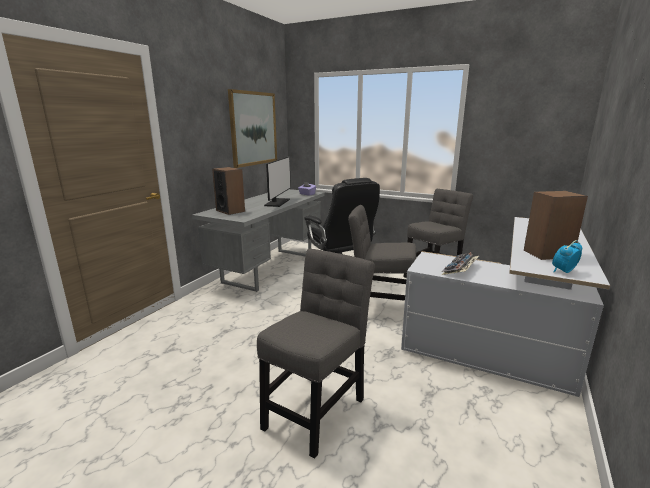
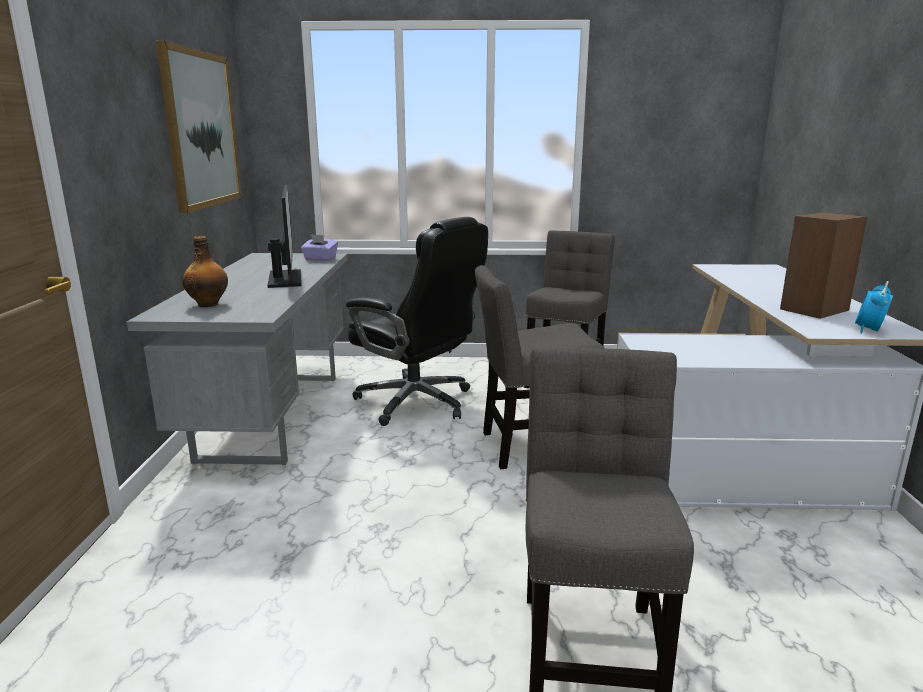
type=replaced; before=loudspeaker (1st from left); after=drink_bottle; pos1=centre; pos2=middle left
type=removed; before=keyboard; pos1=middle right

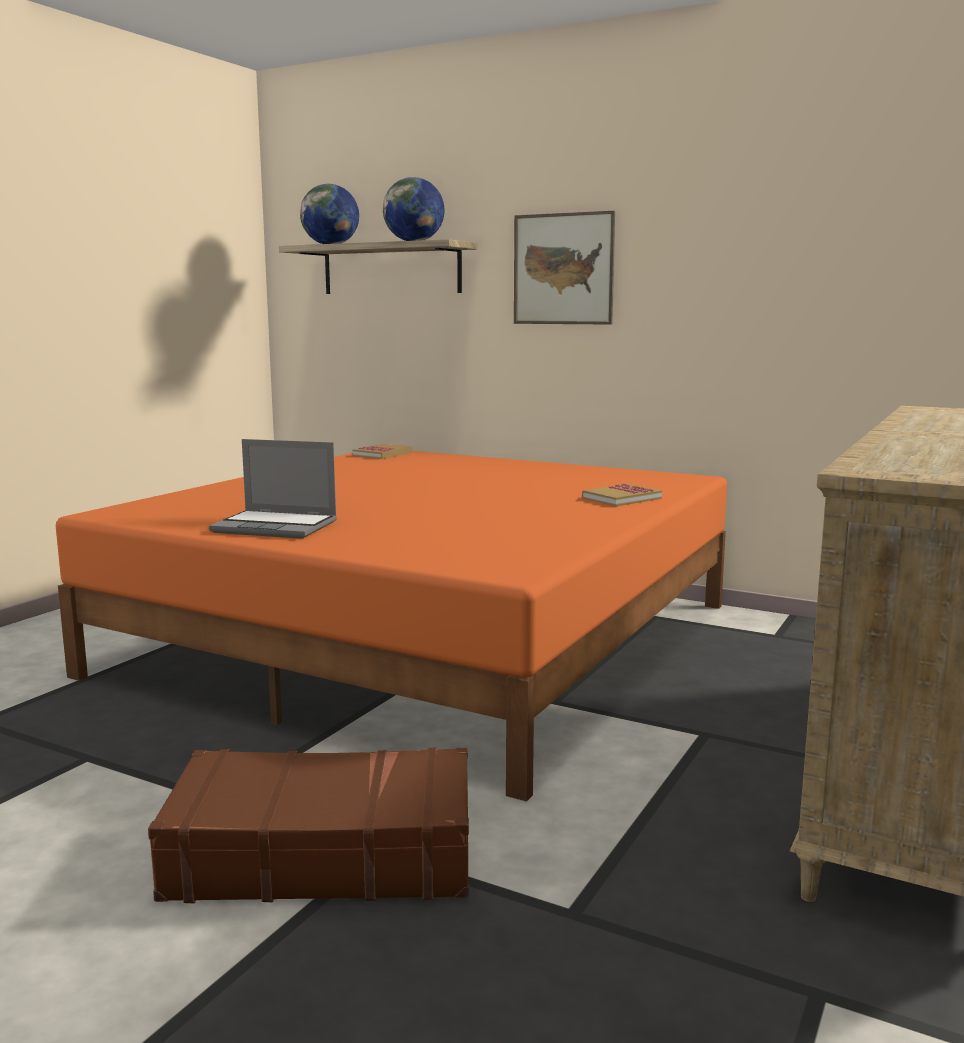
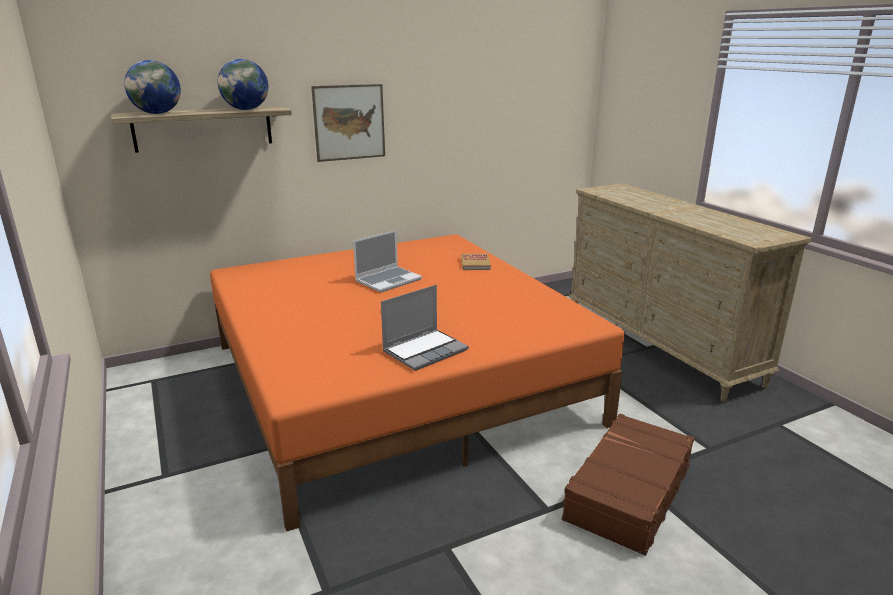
type=added; after=notebook_computer (1st from left); pos2=centre
type=removed; before=bound_book (1st from left); pos1=centre

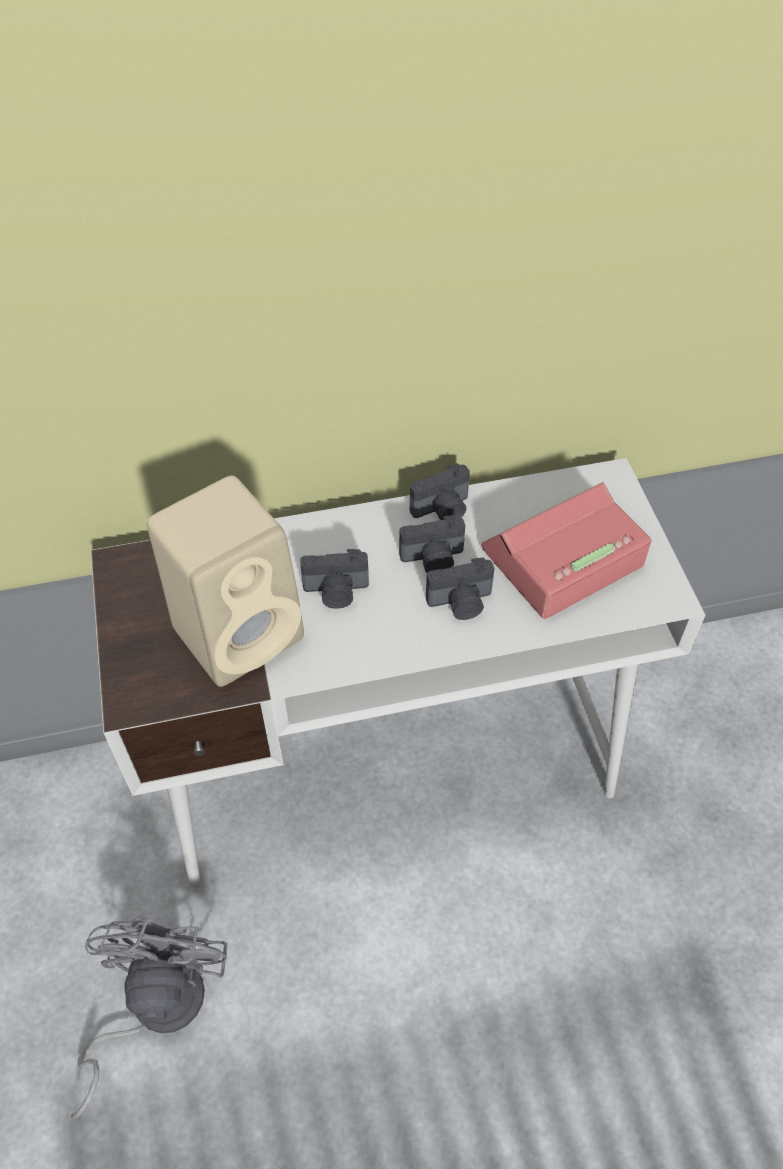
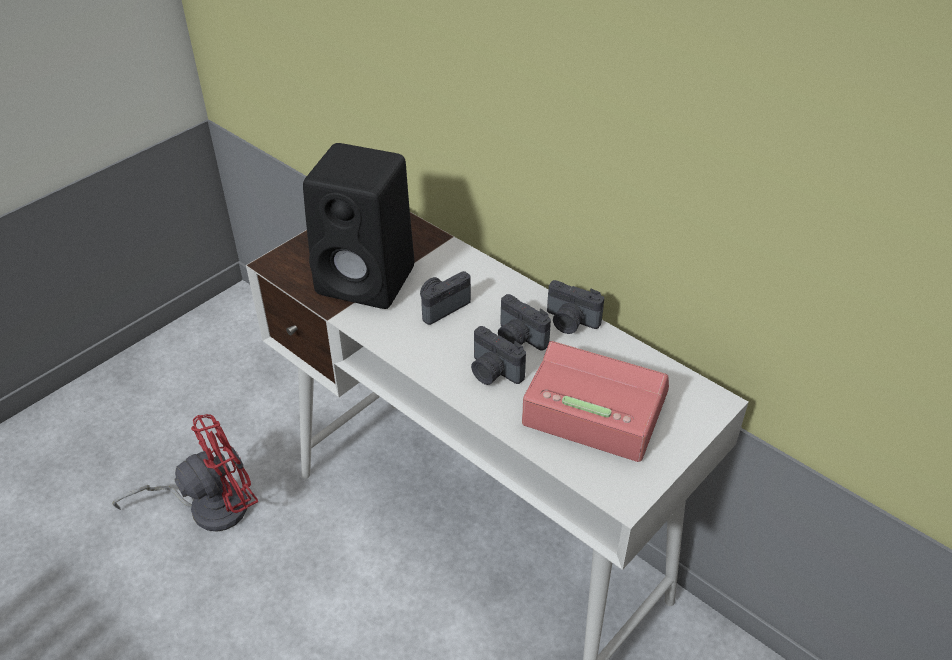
type=recoloured; before=grey_fan; after=reddish_fan; pos1=bottom left; pos2=bottom left
type=recoloured; before=beige-coloured_loudspeaker; after=black_loudspeaker; pos1=middle left; pos2=centre
type=turned; before=photo_camera (1st from left); pos1=centre; pos2=centre; turn=90

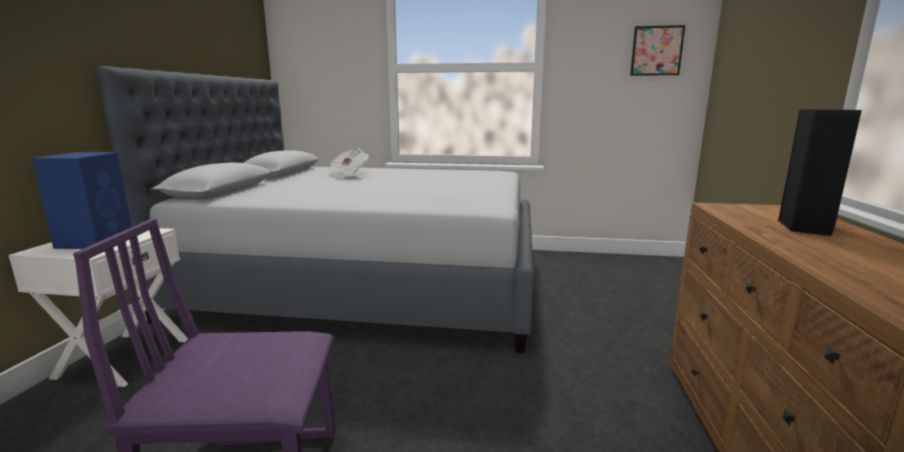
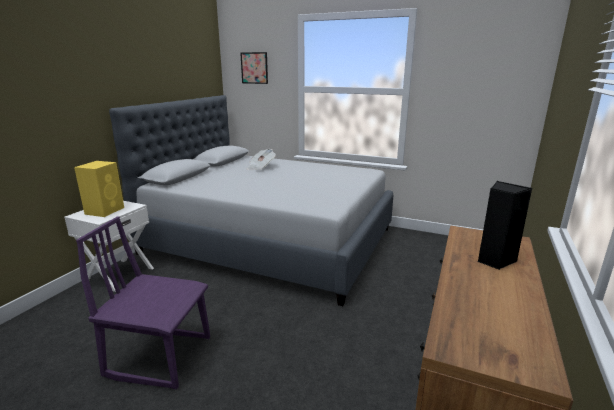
type=recoloured; before=blue-coloured_loudspeaker; after=yellow-coloured_loudspeaker; pos1=middle left; pos2=middle left
type=moved; before=picture; pos1=top right; pos2=top centre

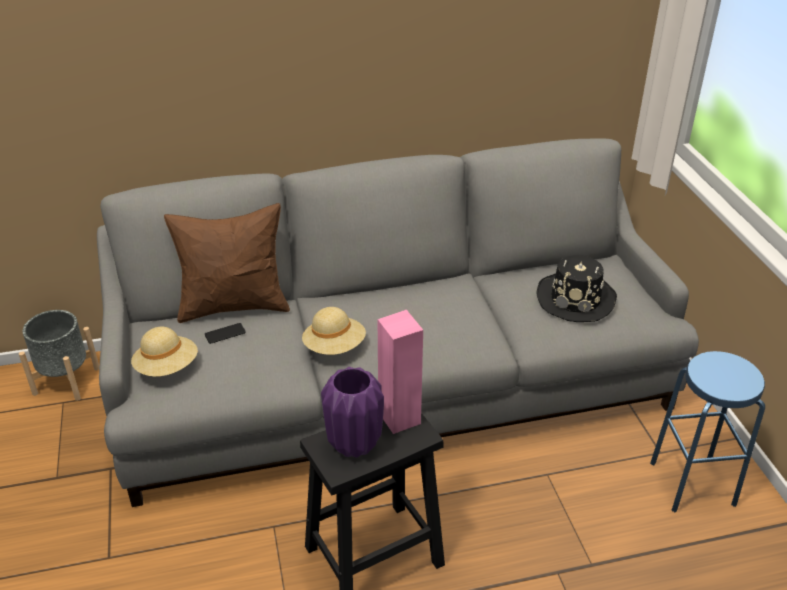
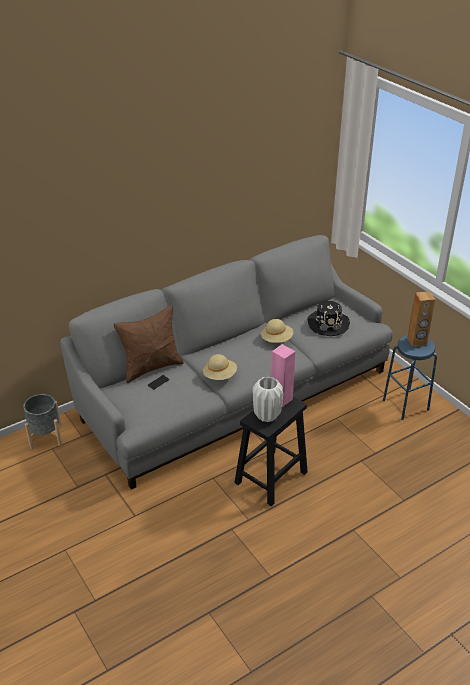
type=recoloured; before=purplish_vase; after=whitish_vase; pos1=bottom centre; pos2=centre
type=moved; before=beige-coloured_hat (1st from left in the first image); after=beige-coloured_hat (2nd from left); pos1=middle left; pos2=centre
type=added; after=brownish_loudspeaker; pos2=middle right

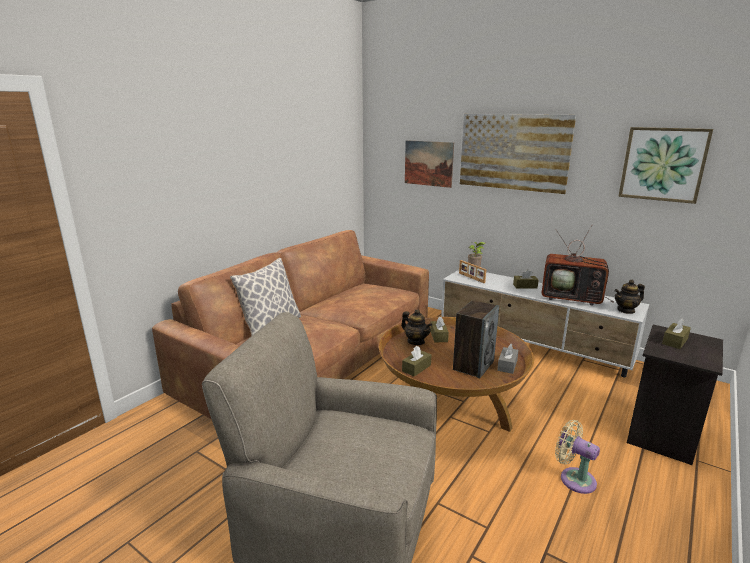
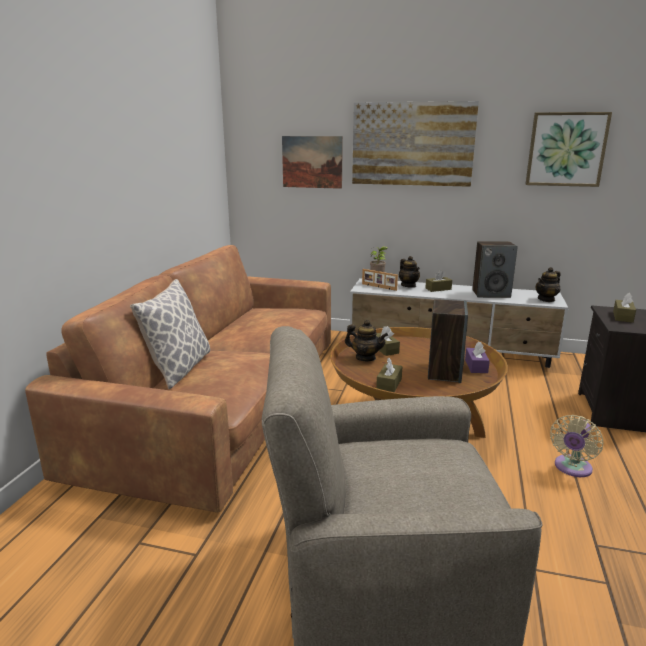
type=added; after=tea_pot (2nd from left); pos2=centre
type=recoloured; before=grey_tissue_holder; after=purplish_tissue_holder; pos1=middle right; pos2=middle right
type=replaced; before=TV_set; after=loudspeaker (2nd from left); pos1=middle right; pos2=middle right
type=turned; before=beige-coloured_fan; pos1=bottom right; pos2=bottom right; turn=-75

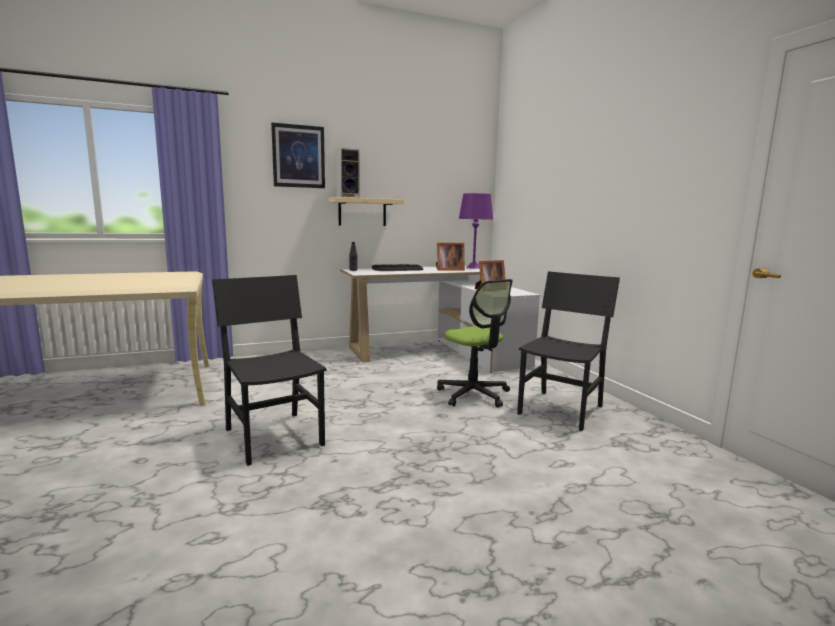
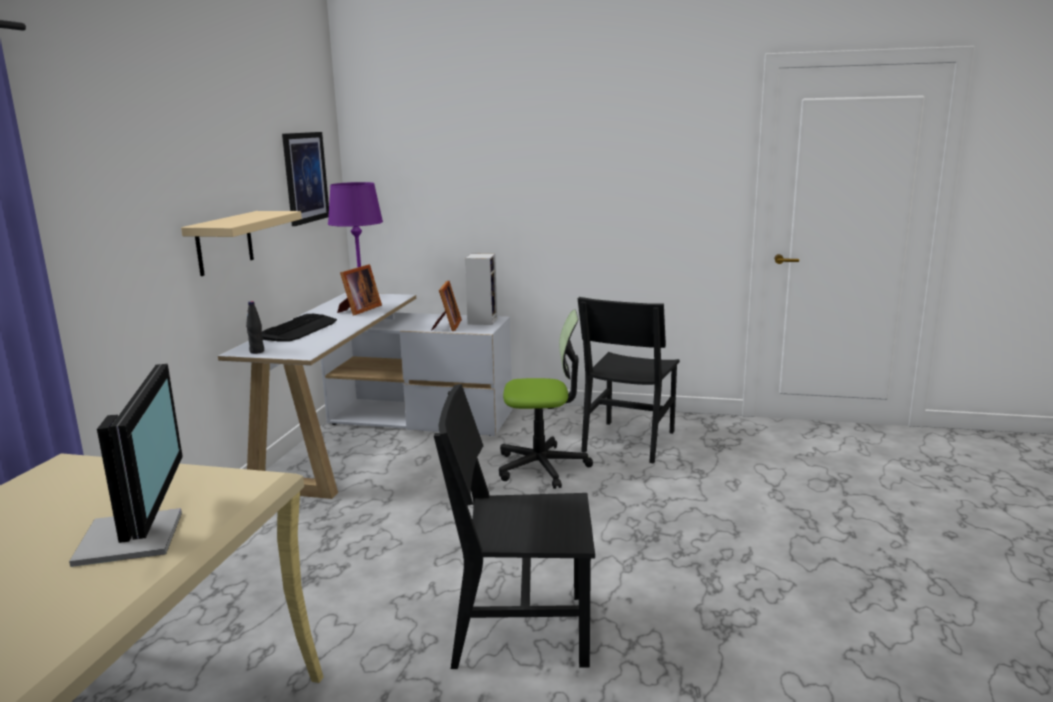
type=added; after=computer_display; pos2=middle left
type=moved; before=picture; pos1=top centre; pos2=top left
type=moved; before=loudspeaker; pos1=top centre; pos2=centre
type=turned; before=black_plain_chair (2nd from left); pos1=middle right; pos2=centre; turn=-135

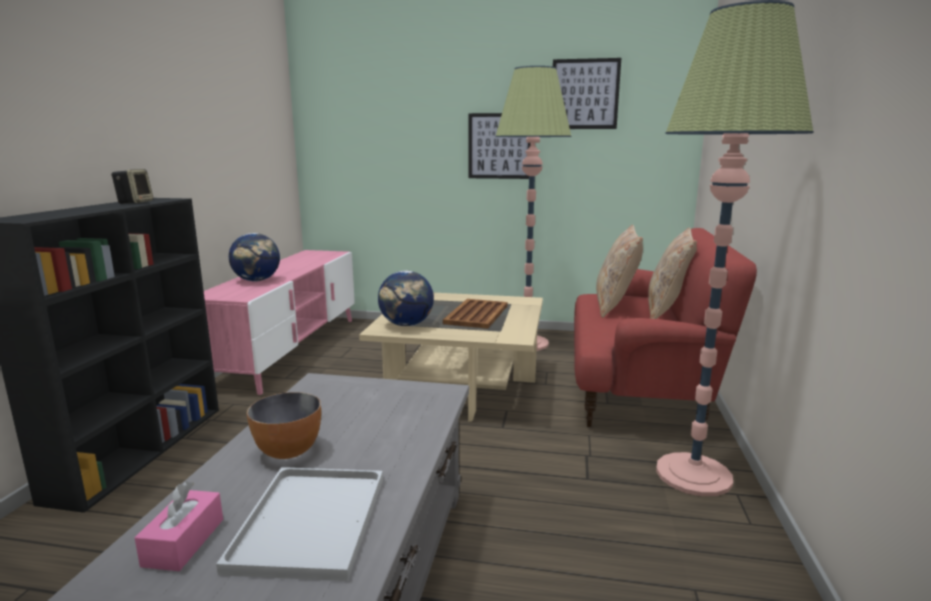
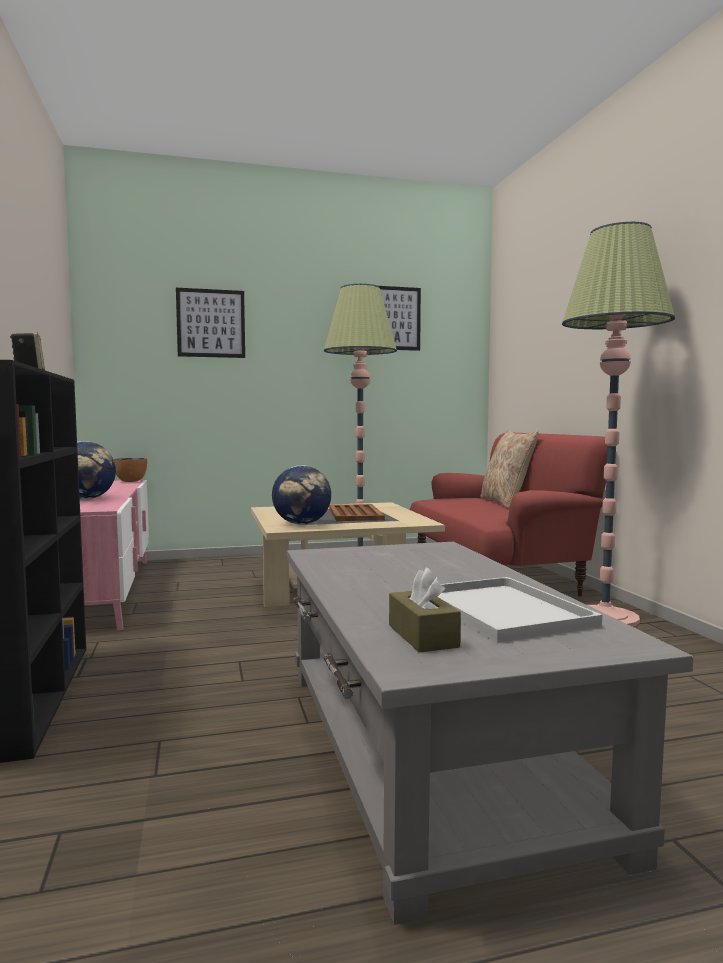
type=moved; before=serving_bowl; pos1=bottom left; pos2=middle left
type=moved; before=picture (1st from left); pos1=top centre; pos2=middle left
type=recoloured; before=pinkish_tissue_holder; after=brownish_tissue_holder; pos1=bottom left; pos2=centre
type=removed; before=beige-coloured_pillow (1st from left); pos1=centre

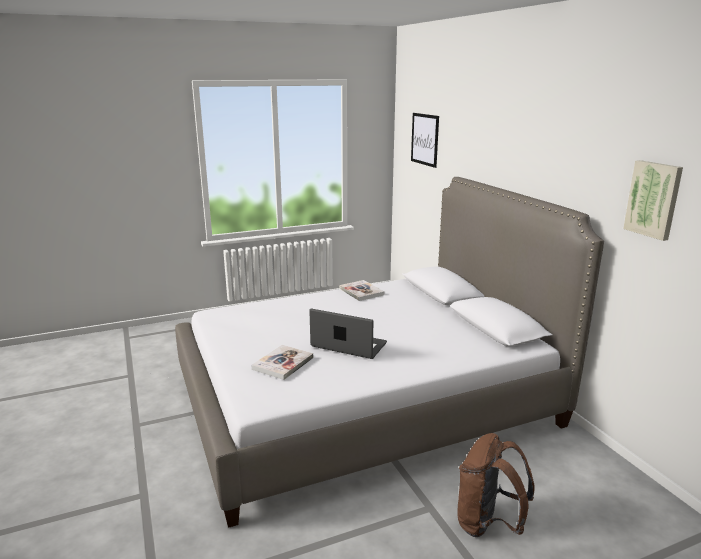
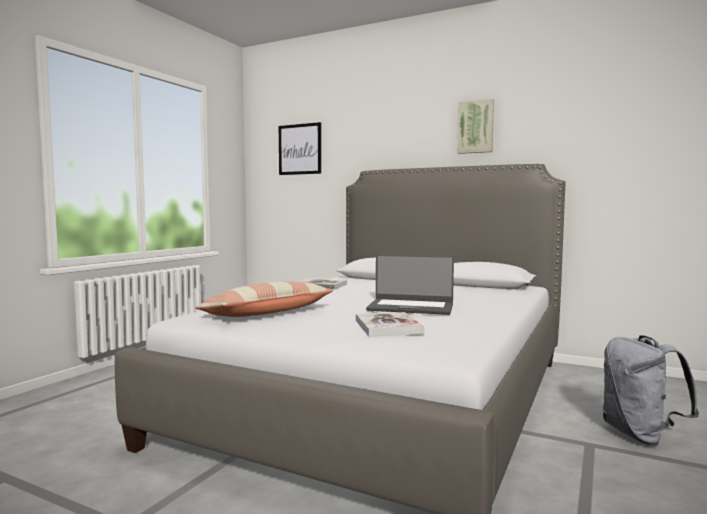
type=added; after=pillow; pos2=centre
type=turned; before=notebook_computer; pos1=centre; pos2=centre; turn=-150
type=moved; before=picture (2nd from left); pos1=middle right; pos2=top right
type=recoloured; before=brownish_knapsack; after=grey_knapsack; pos1=bottom right; pos2=bottom right

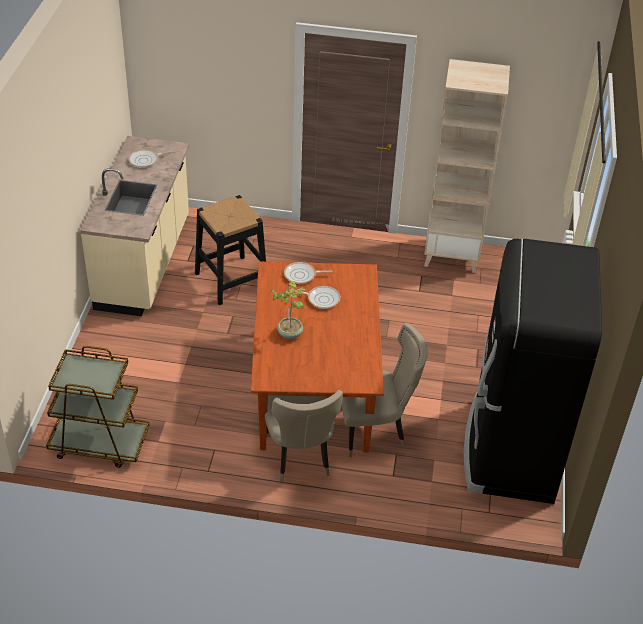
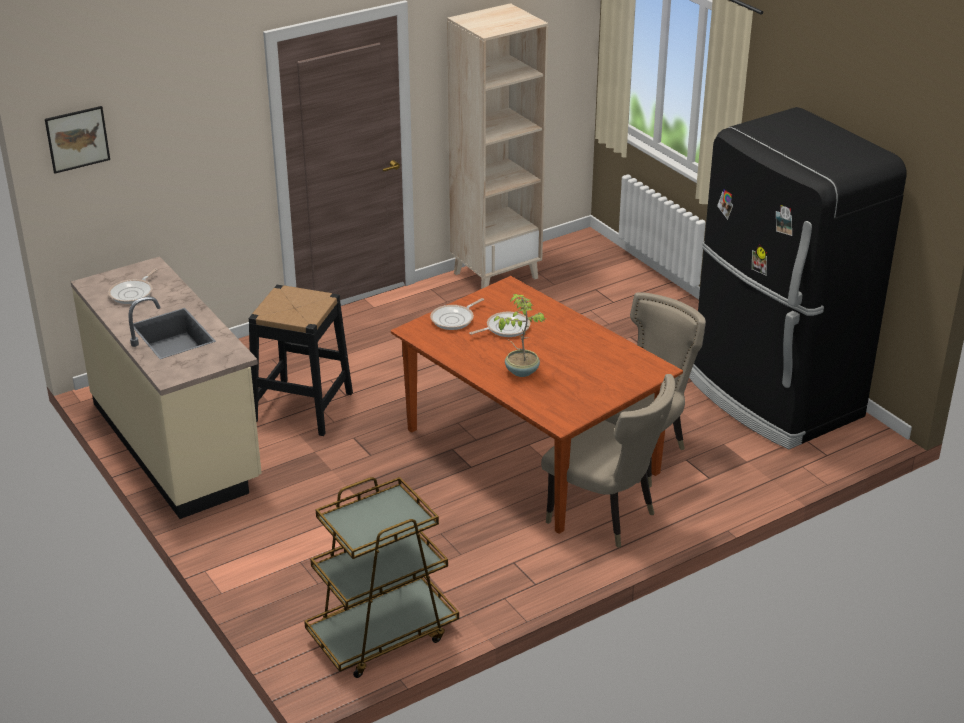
type=added; after=picture; pos2=top left

